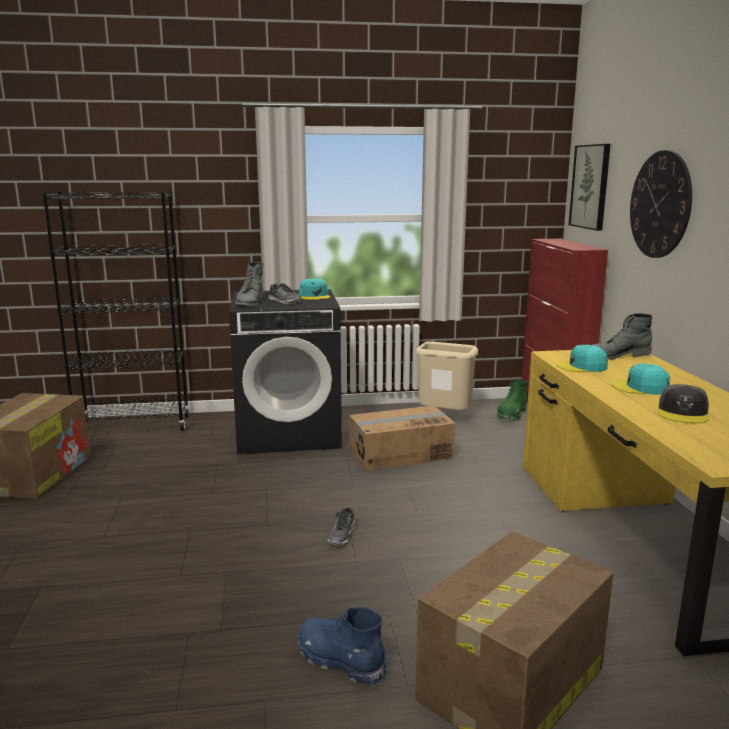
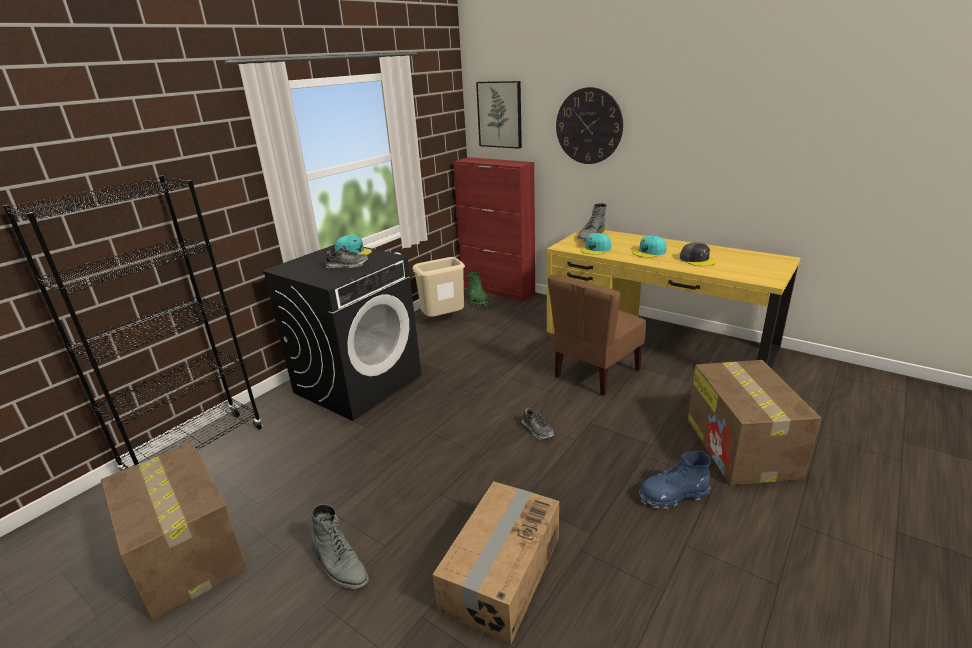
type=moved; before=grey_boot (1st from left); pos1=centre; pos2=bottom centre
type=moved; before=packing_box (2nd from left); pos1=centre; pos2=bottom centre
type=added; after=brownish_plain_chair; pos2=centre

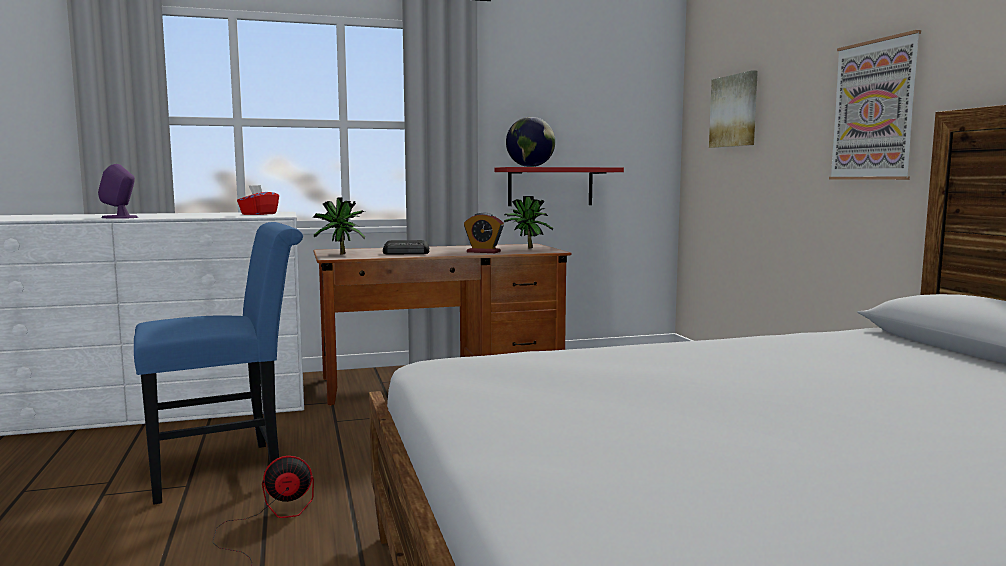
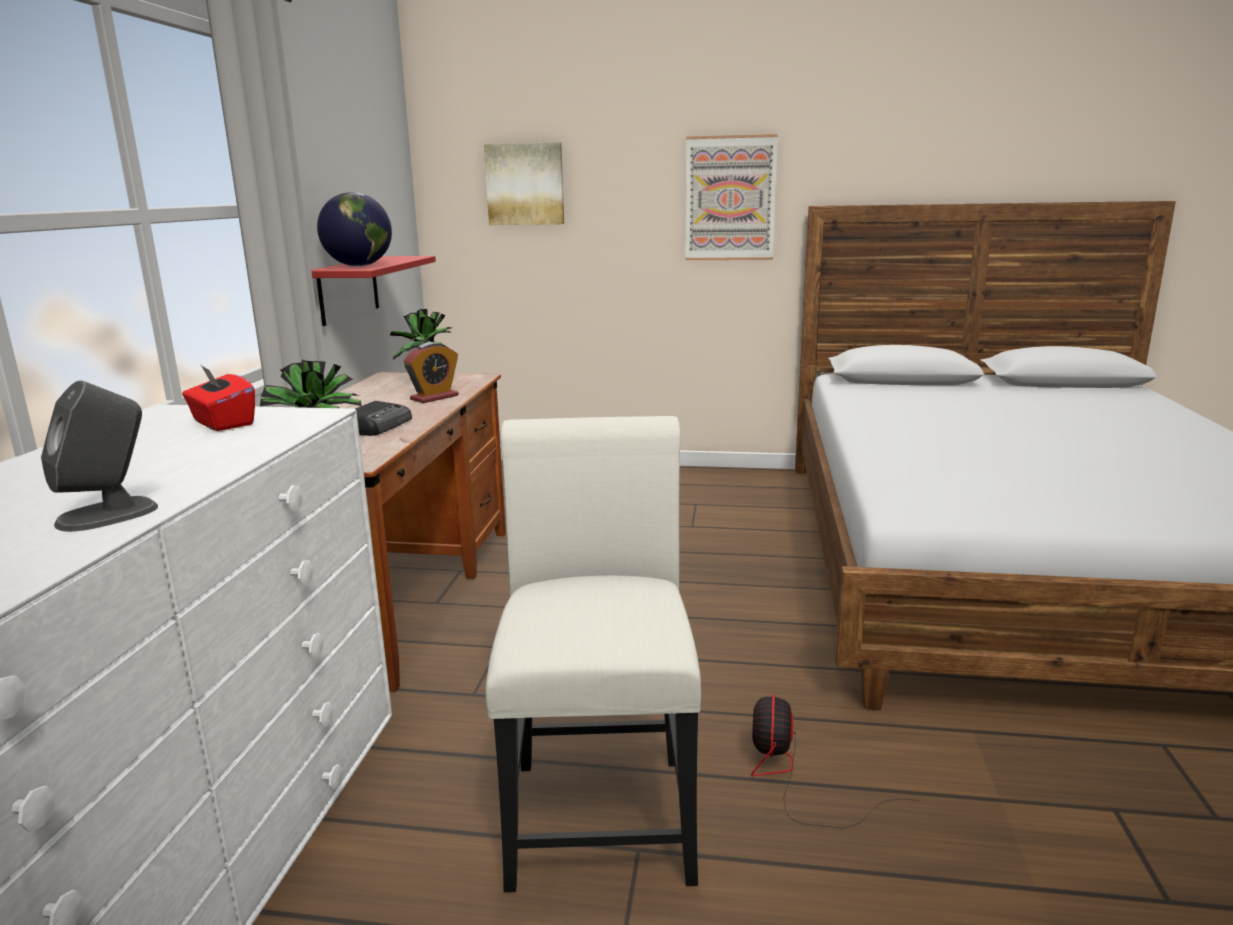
type=recoloured; before=purplish_loudspeaker; after=grey_loudspeaker; pos1=middle left; pos2=middle left
type=recoloured; before=blue-coloured_plain_chair; after=whitish_plain_chair; pos1=middle left; pos2=bottom centre

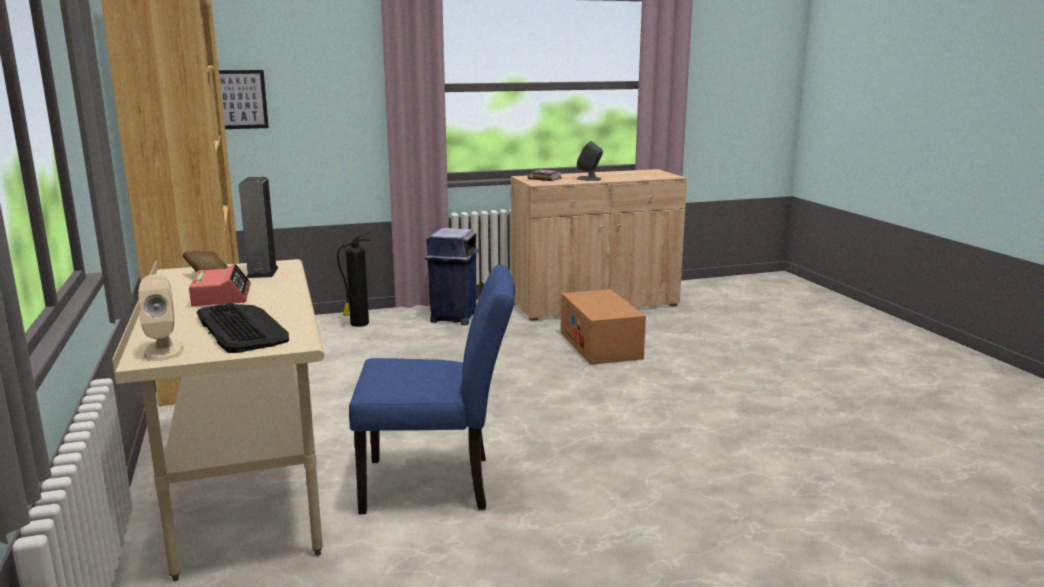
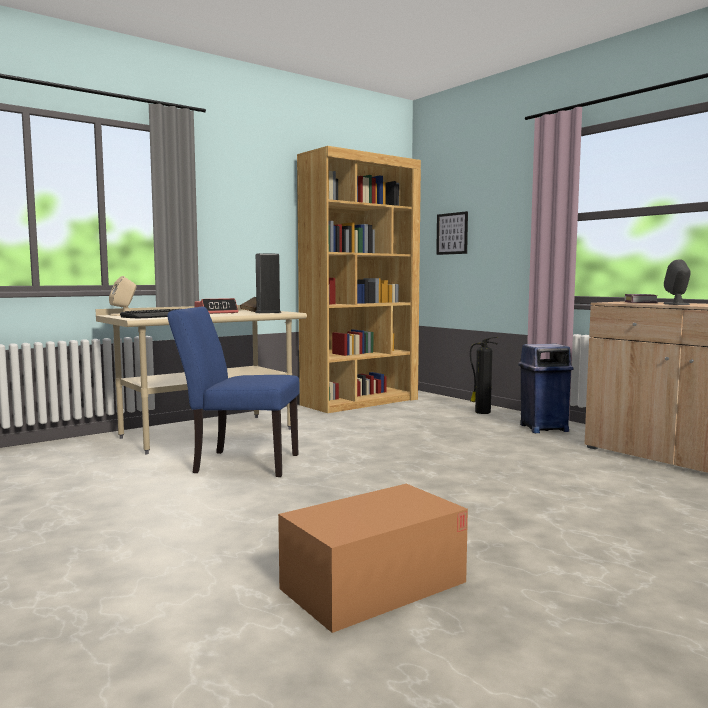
type=turned; before=blue-coloured_plain_chair; pos1=centre; pos2=middle left; turn=120
type=moved; before=packing_box; pos1=centre; pos2=bottom centre

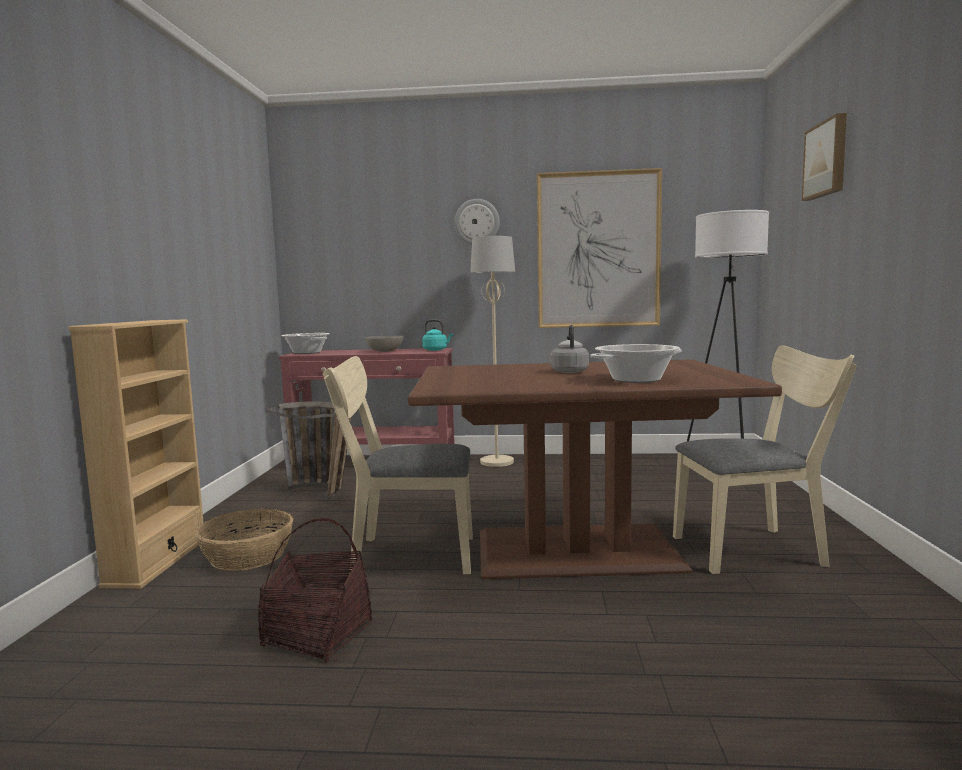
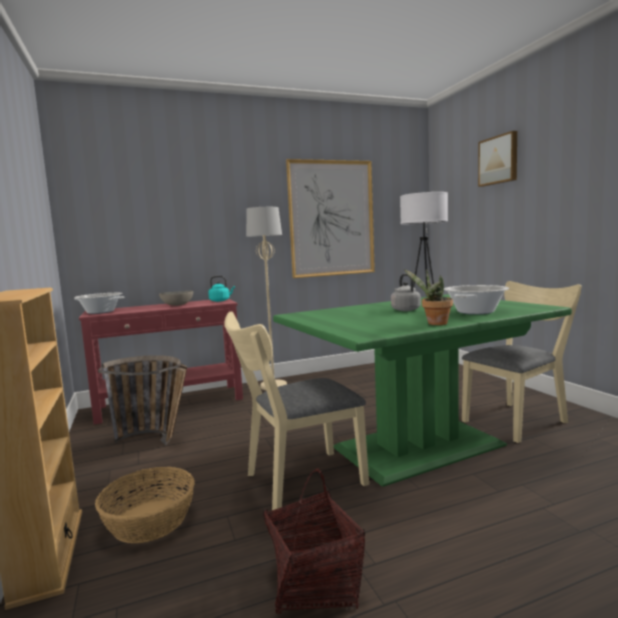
type=recoloured; before=brownish_dining_table; after=green-coloured_dining_table; pos1=centre; pos2=middle right
type=added; after=plant_in_a_pot; pos2=middle right
type=removed; before=clock_on_the_wall; pos1=top centre

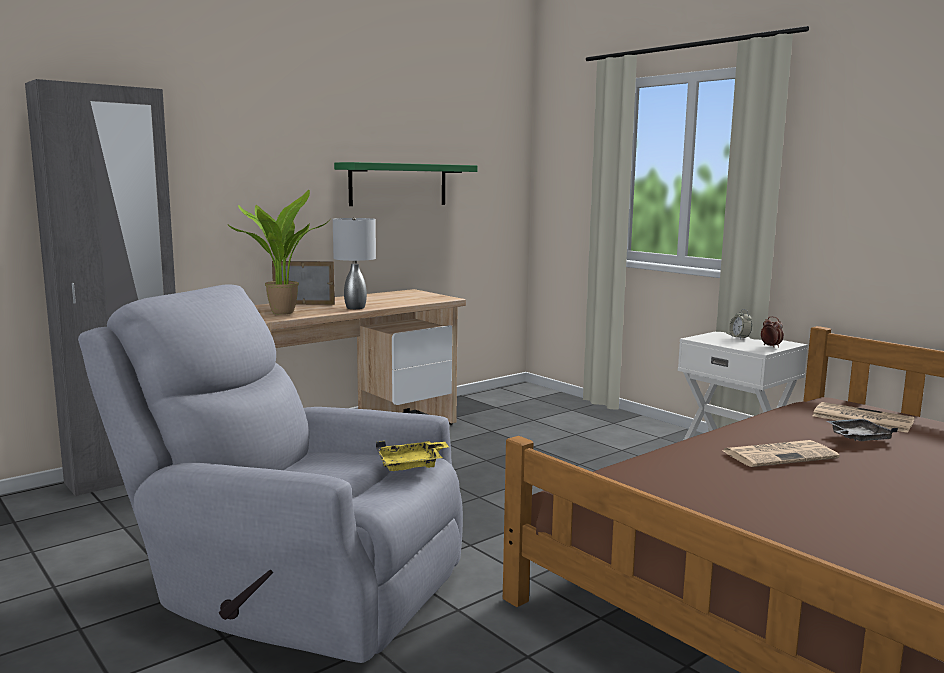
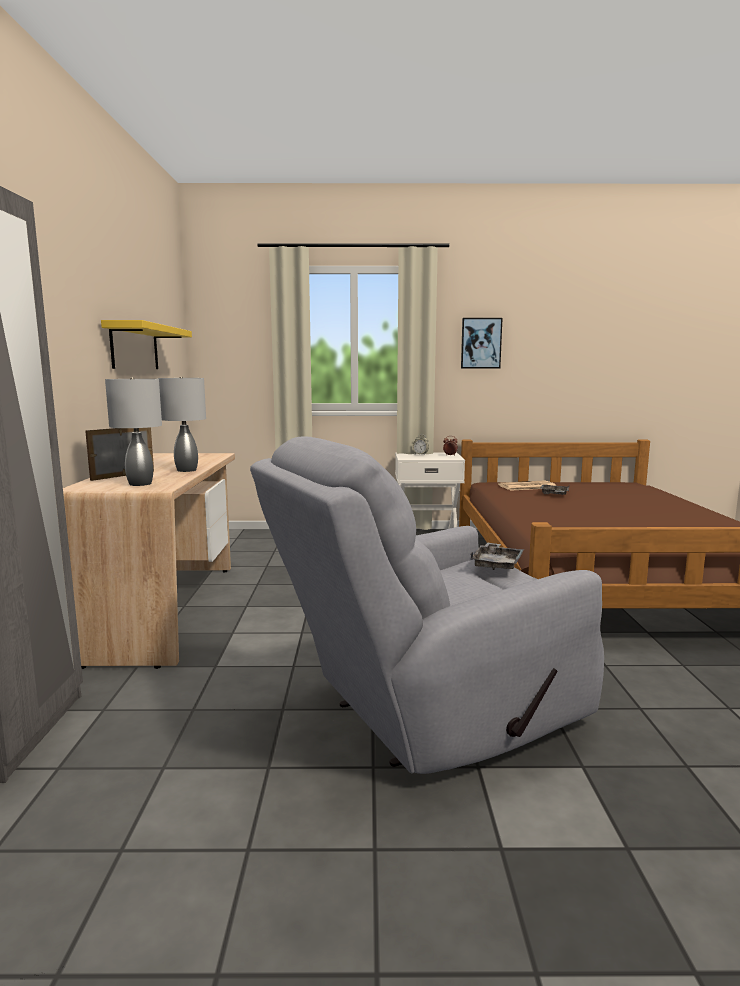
type=recoloured; before=green-coloured_shelf; after=yellow-coloured_shelf; pos1=top centre; pos2=middle left
type=replaced; before=plant_in_a_pot; after=grey_lamp_for_a_table (1st from left); pos1=middle left; pos2=middle left
type=added; after=picture; pos2=centre
type=recoloured; before=yellow-coloured_carrying_tray; after=grey_carrying_tray (1st from left); pos1=bottom centre; pos2=middle right
type=removed; before=daily_paper (1st from left); pos1=bottom right

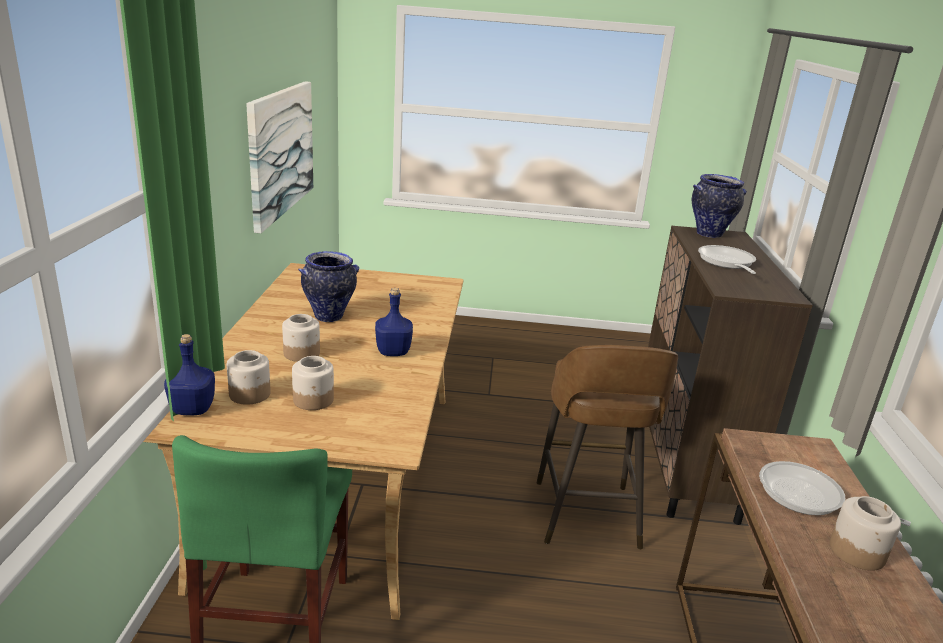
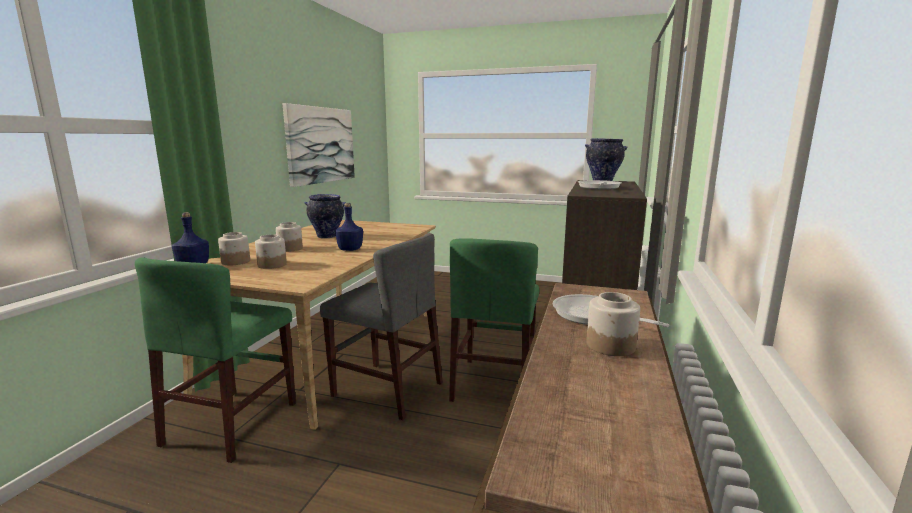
type=added; after=grey_plain_chair; pos2=centre
type=replaced; before=brownish_sitting_stool; after=green-coloured_plain_chair (2nd from left); pos1=bottom centre; pos2=centre

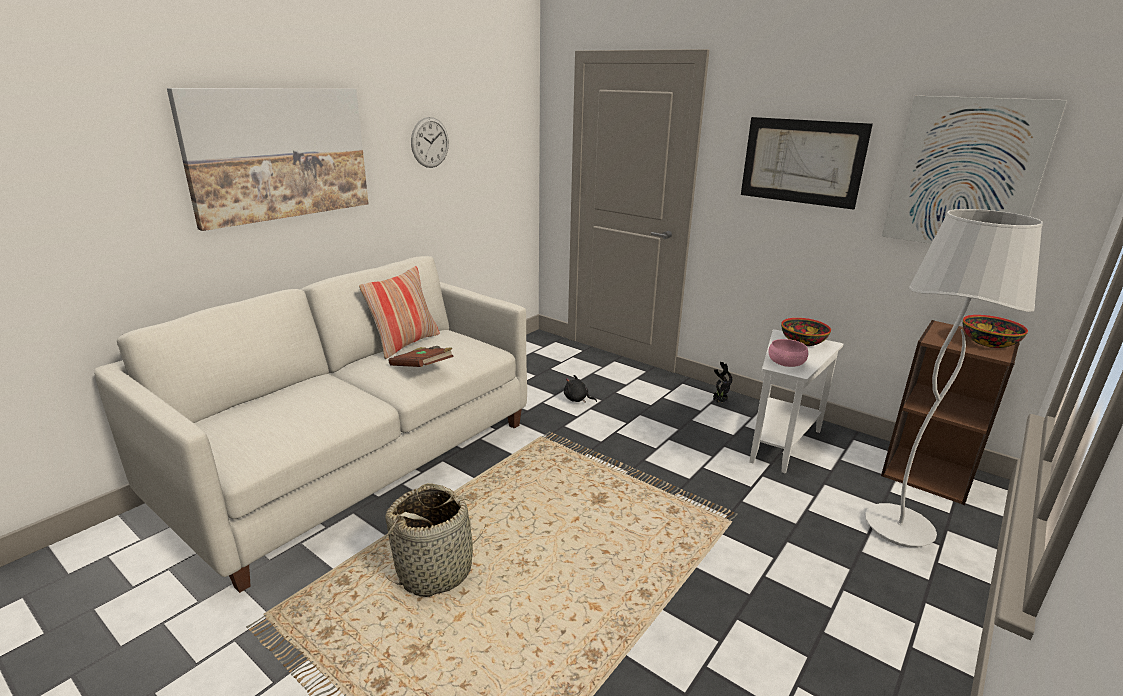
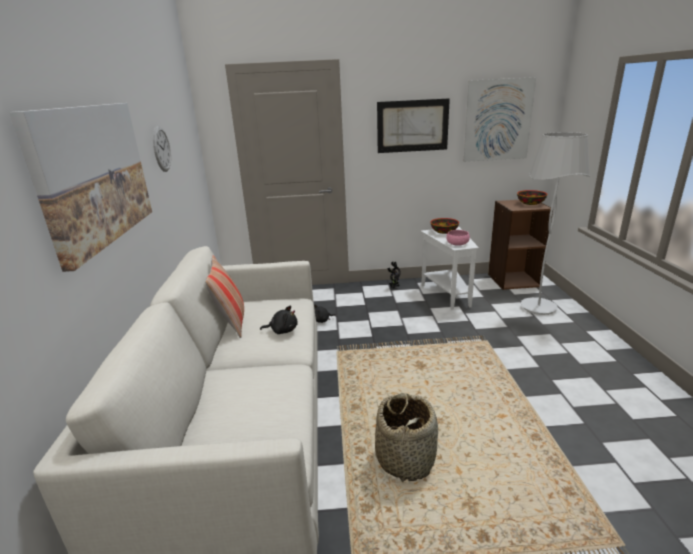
type=replaced; before=brownish_bound_book; after=black_soft_toy (1st from left); pos1=centre; pos2=centre

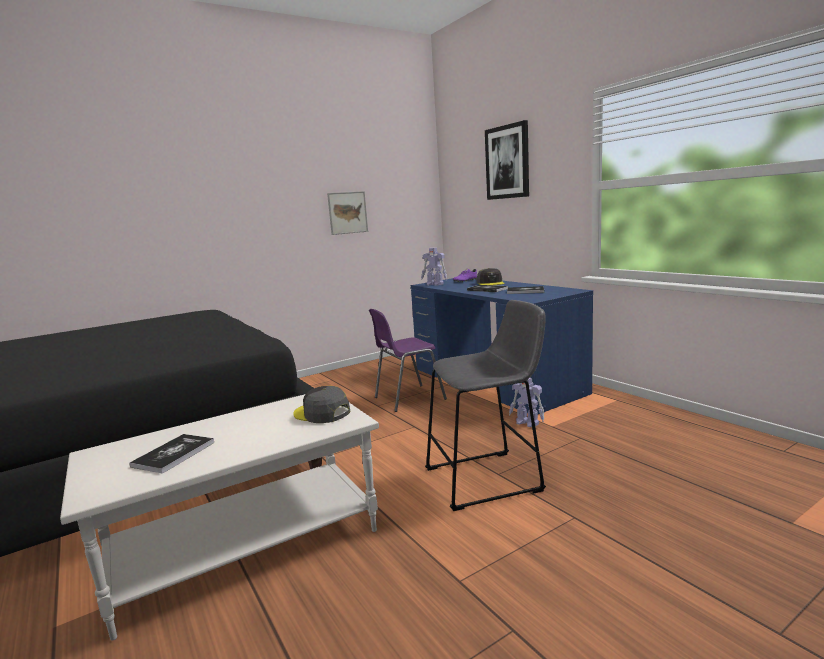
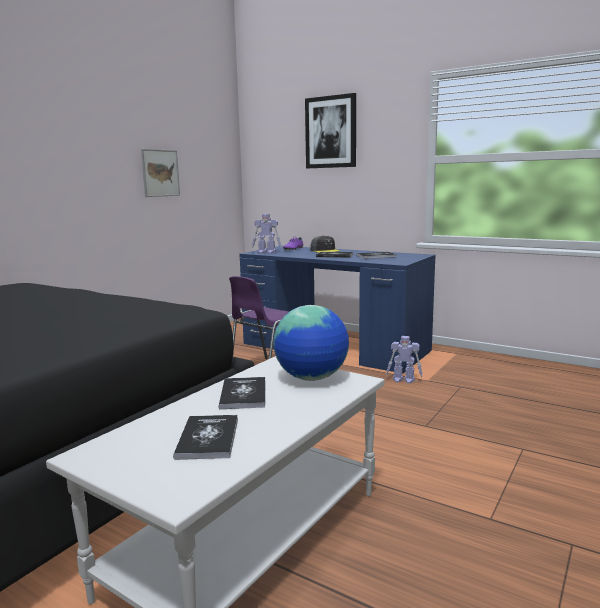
type=added; after=bound_book (2nd from left); pos2=centre
type=replaced; before=grey_peaked_cap (1st from left); after=desk_globe; pos1=centre; pos2=centre
type=removed; before=grey_sitting_stool; pos1=centre

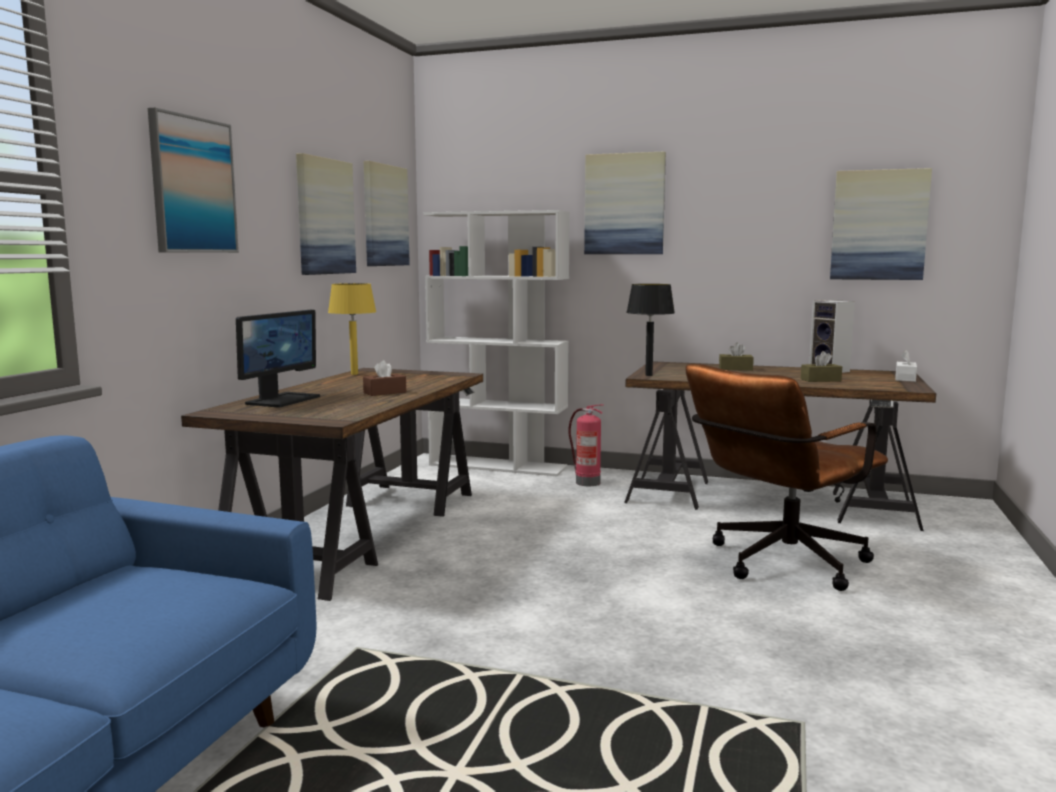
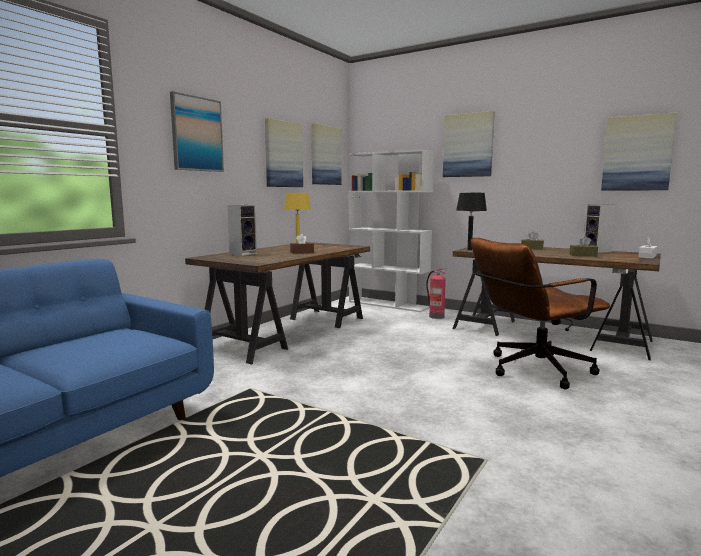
type=replaced; before=computer_display; after=loudspeaker (1st from left); pos1=middle left; pos2=centre

